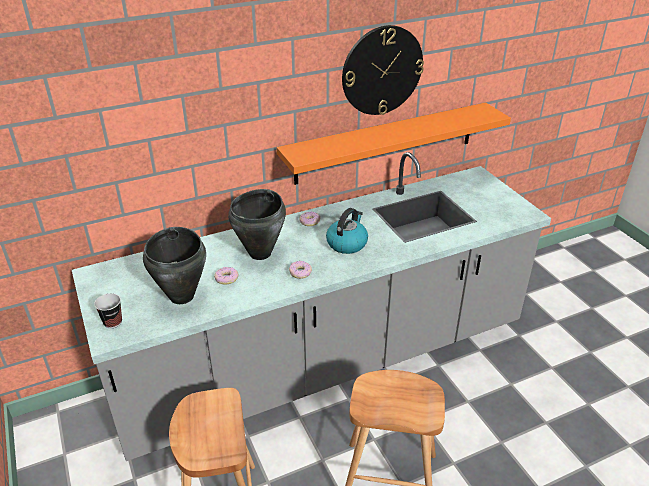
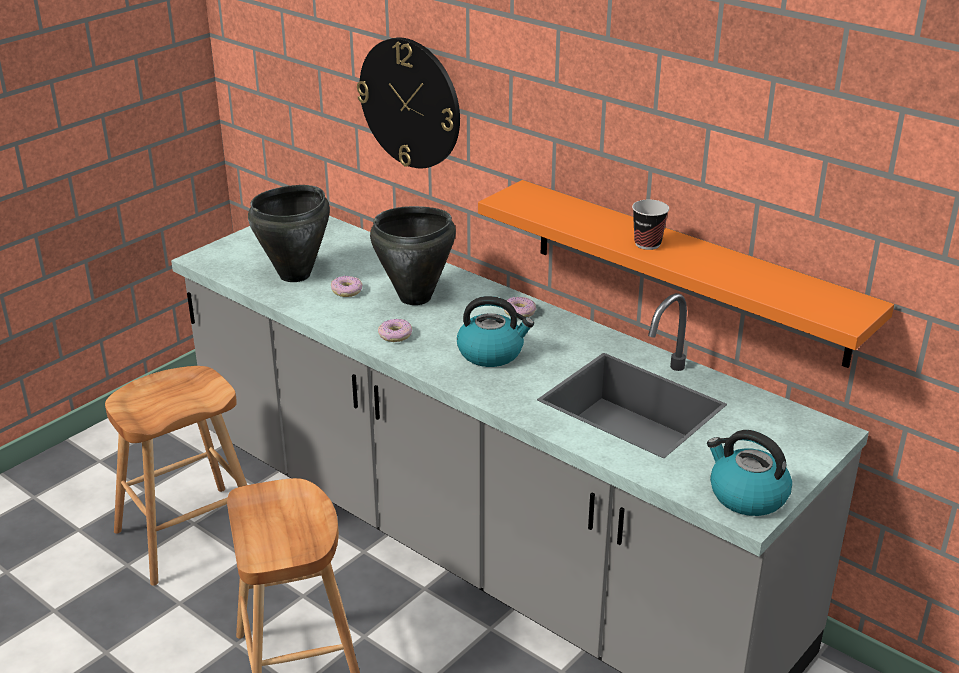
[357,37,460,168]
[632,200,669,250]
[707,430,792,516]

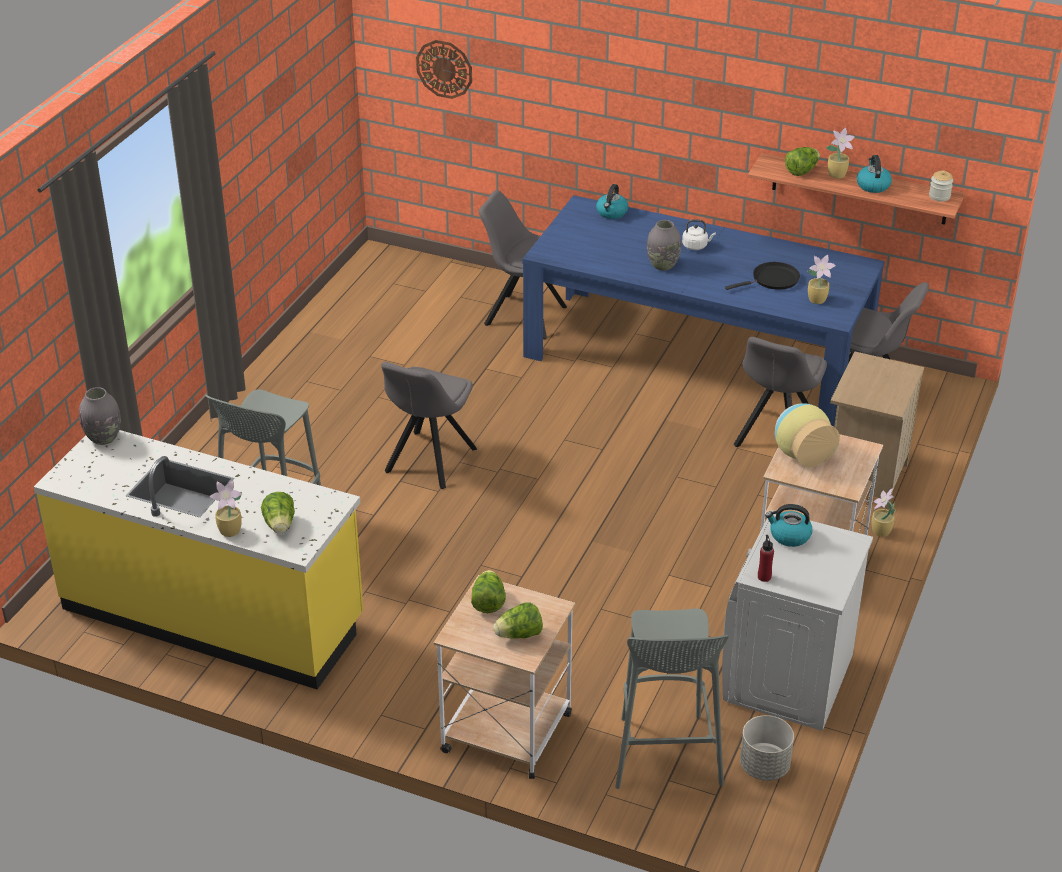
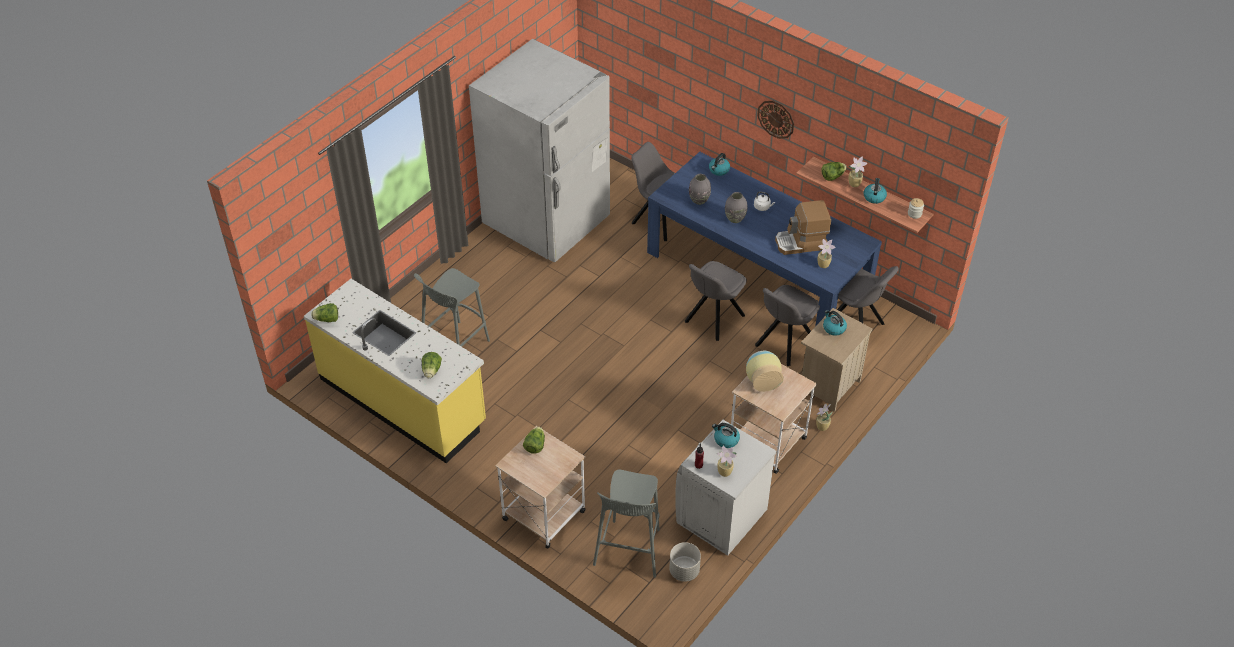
[311,303,338,322]
[469,39,610,262]
[685,261,747,341]
[689,174,711,205]
[717,446,737,477]
[757,101,794,139]
[775,200,831,255]
[823,310,847,336]

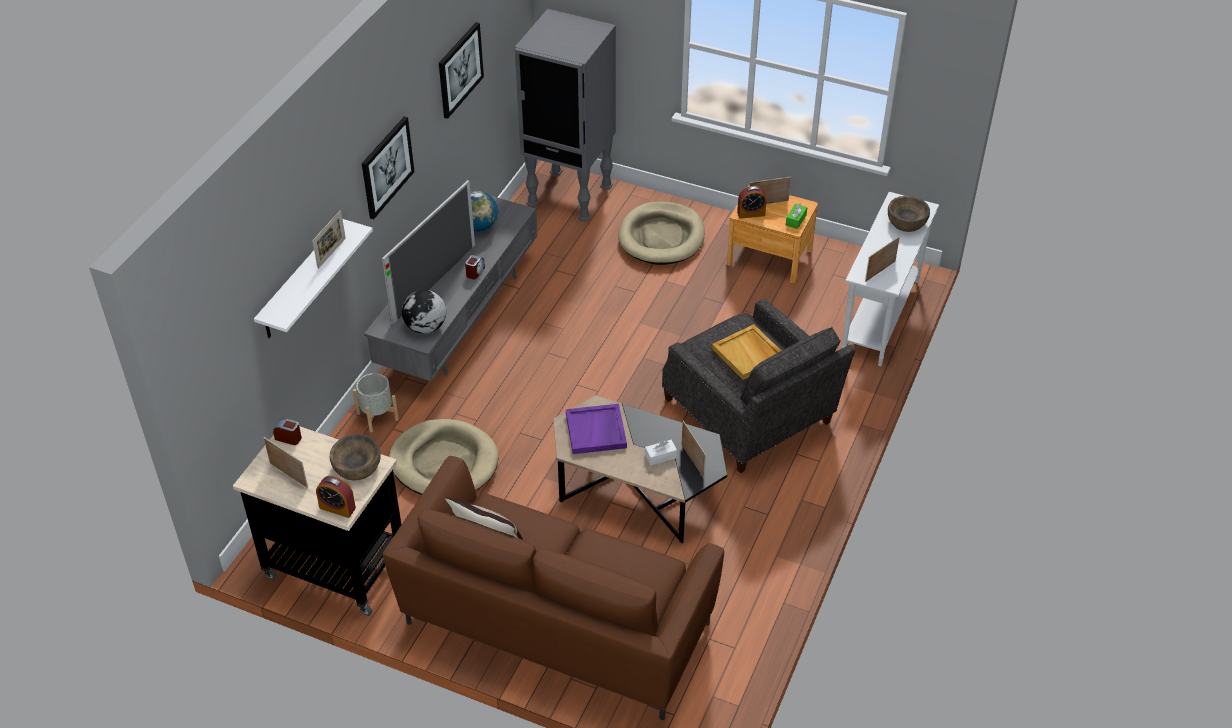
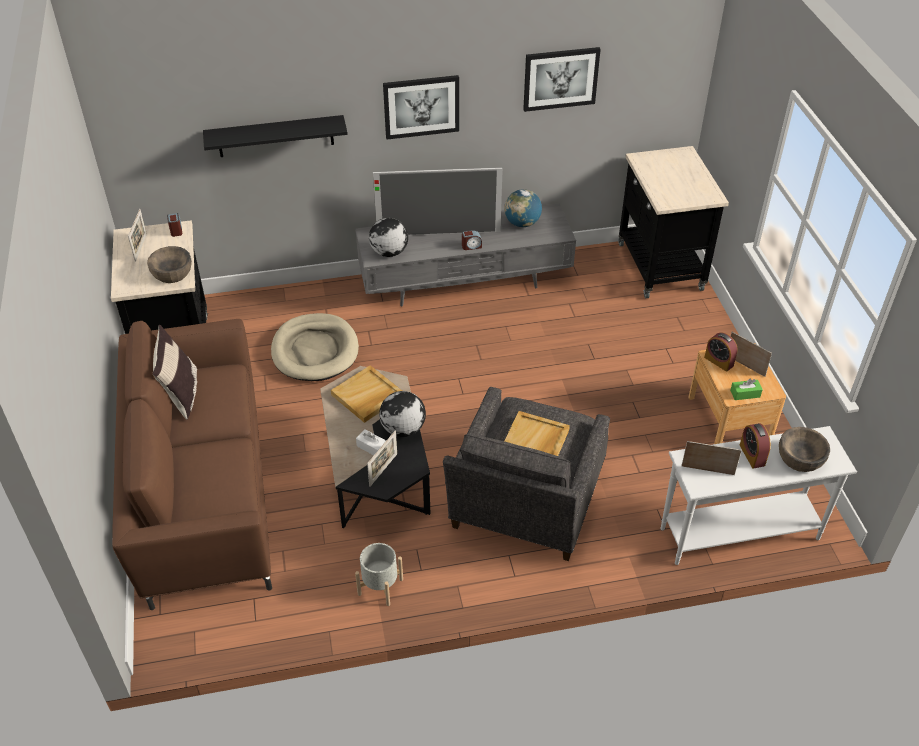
[203,115,348,157]
[331,365,402,423]
[355,543,403,606]
[379,391,426,437]
[618,146,729,298]
[740,423,771,468]
[312,210,346,269] (first image)
[618,202,705,265] (first image)

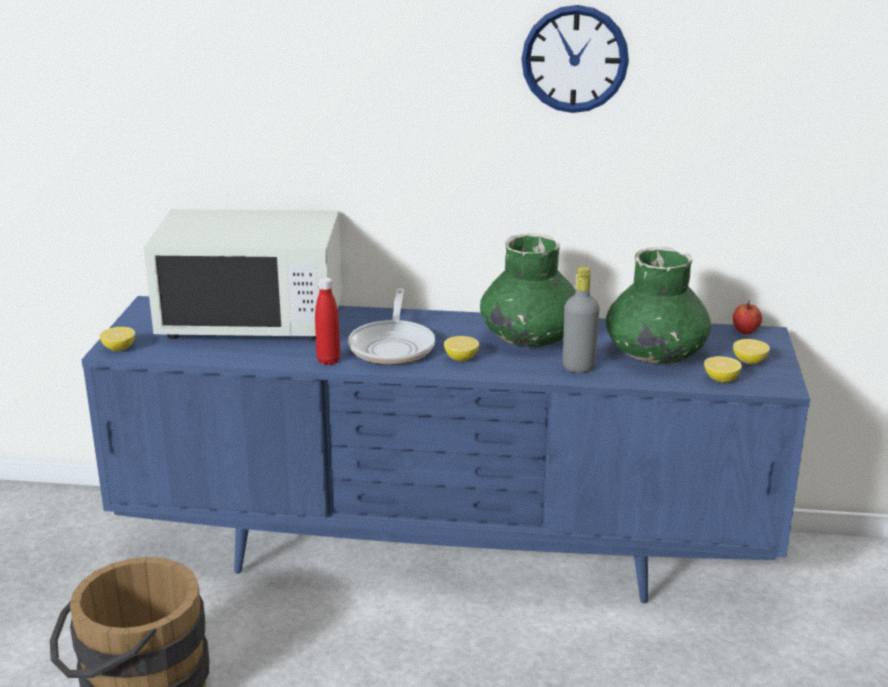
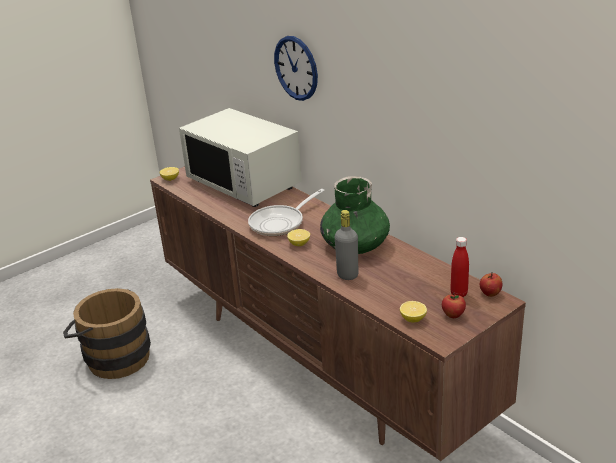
[150,166,526,461]
[274,36,318,101]
[442,293,466,318]
[450,237,469,297]
[606,247,711,364] (first image)

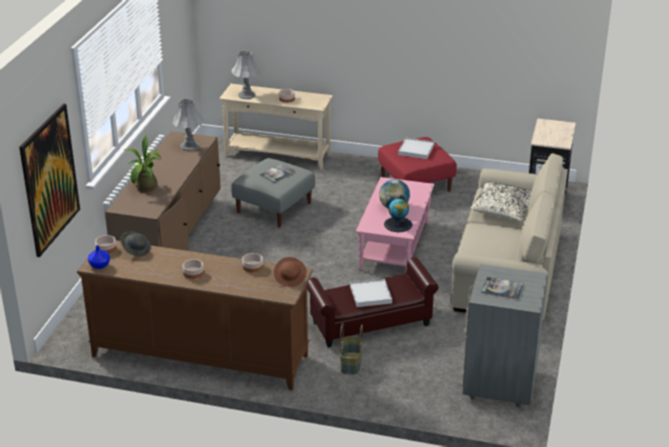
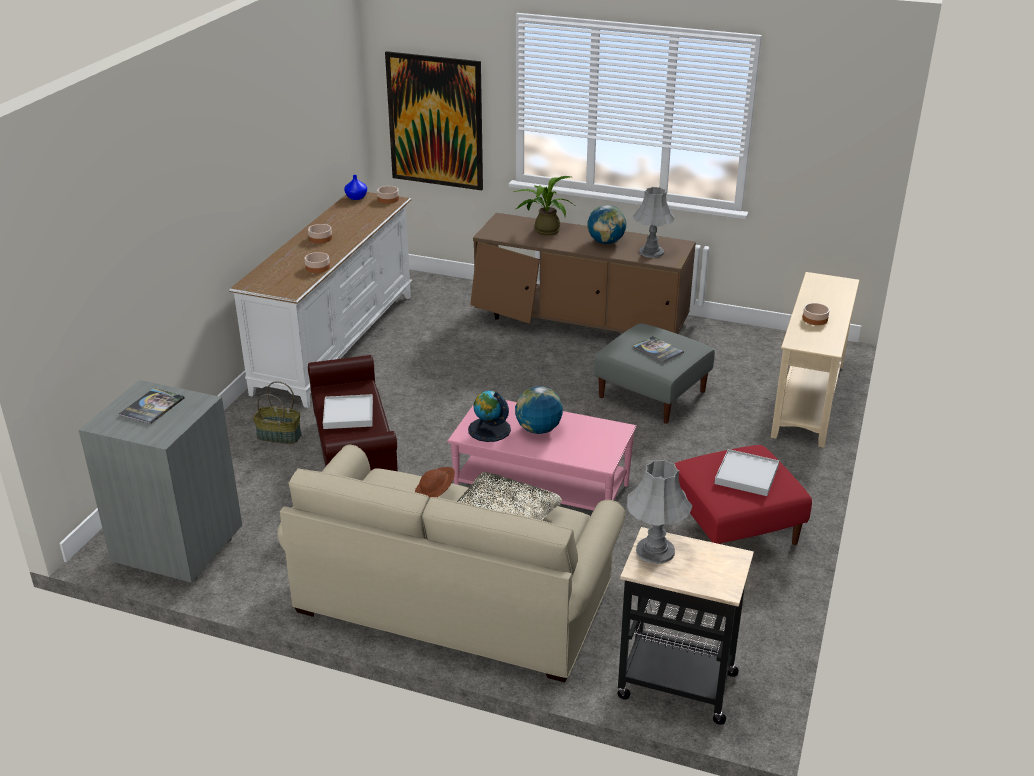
[229,192,412,408]
[415,467,455,498]
[588,205,626,244]
[627,460,693,564]
[120,231,151,256] (first image)

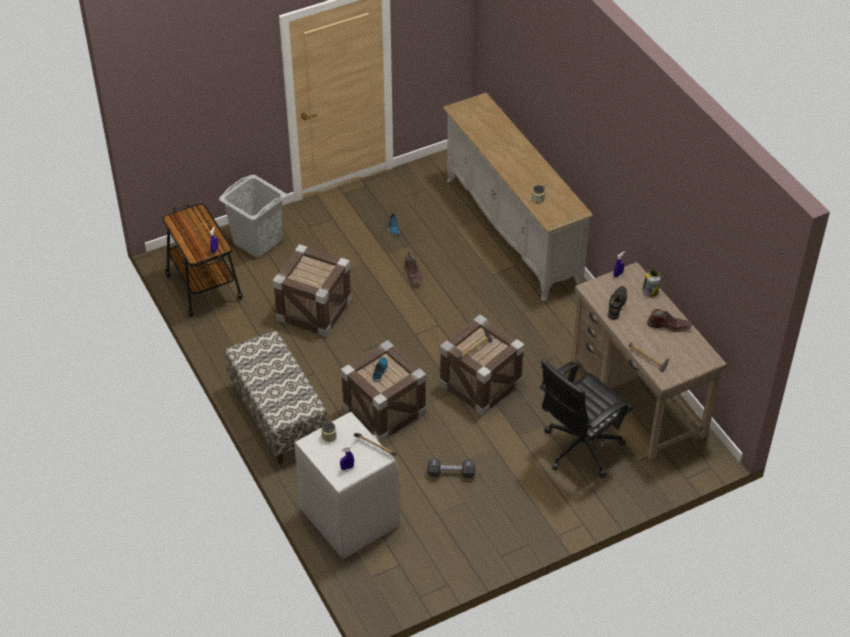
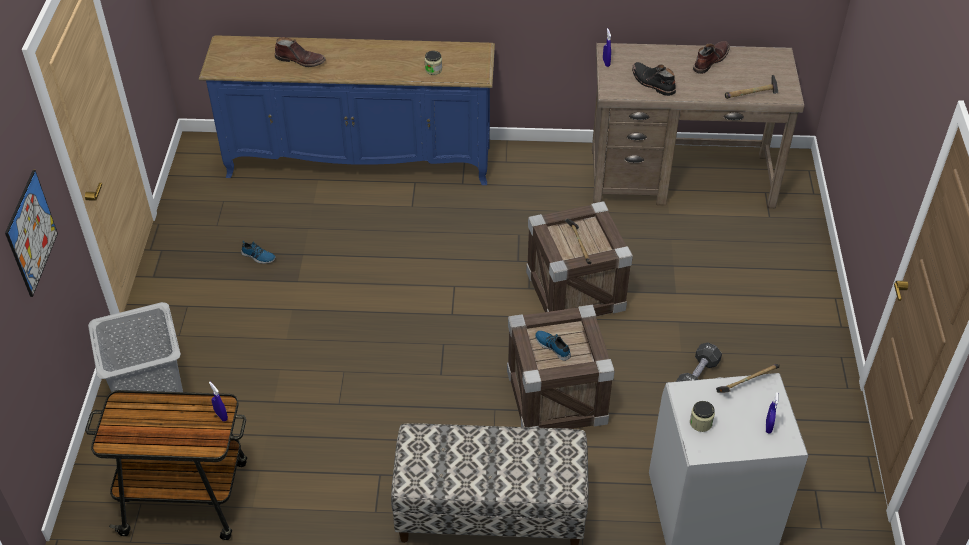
[5,169,58,297]
[199,35,495,185]
[275,37,326,67]
[272,244,352,337] (first image)
[539,359,633,478] (first image)
[642,270,662,297] (first image)

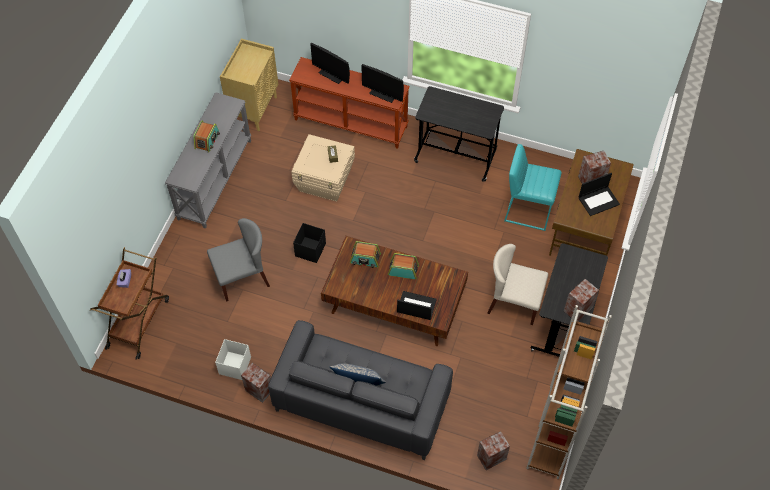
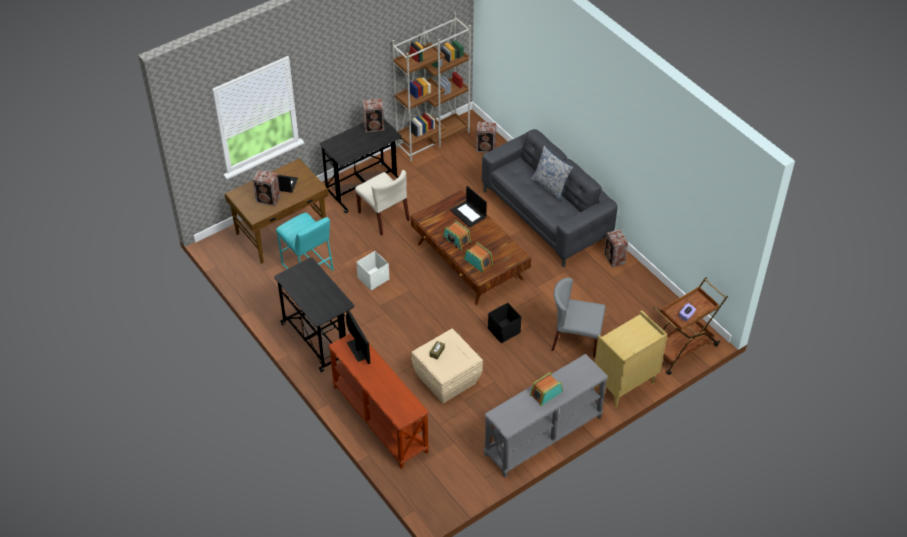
[356,251,389,290]
[595,310,667,408]
[310,43,350,84] (first image)

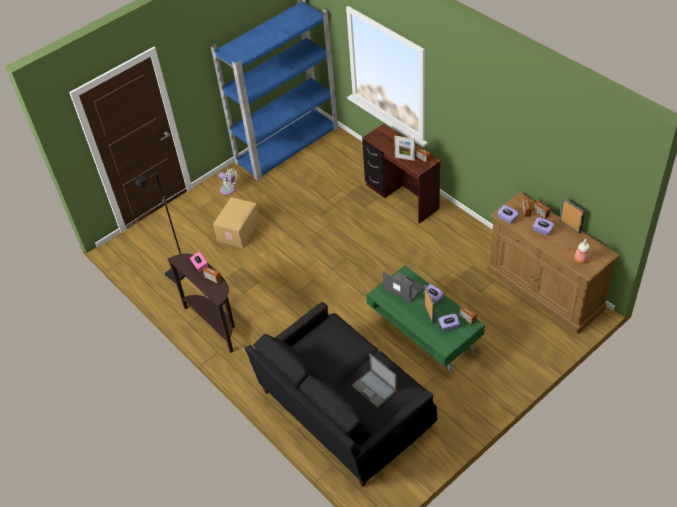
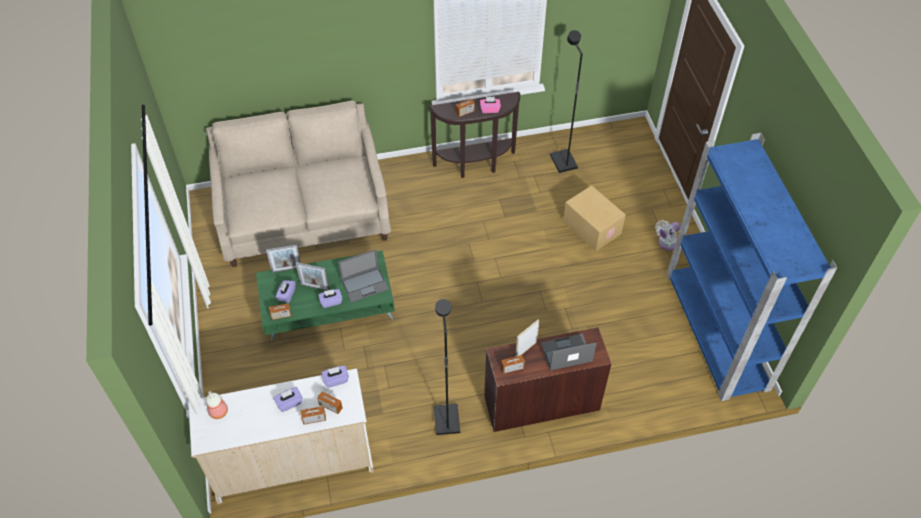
[188,368,374,505]
[206,101,391,267]
[266,245,301,273]
[434,299,460,435]
[541,334,597,371]

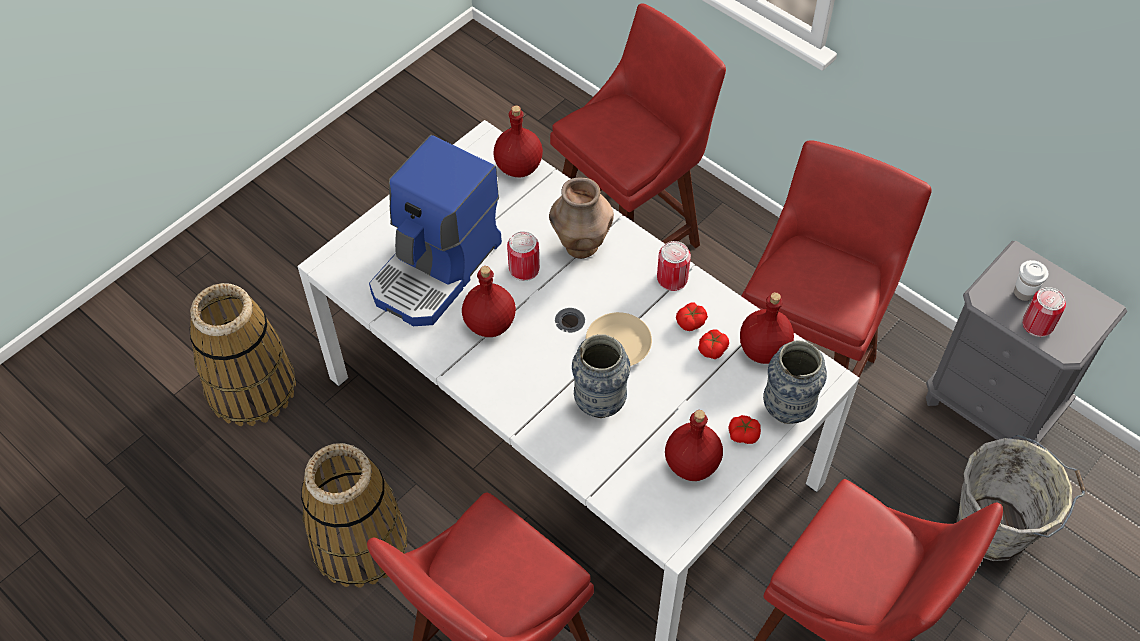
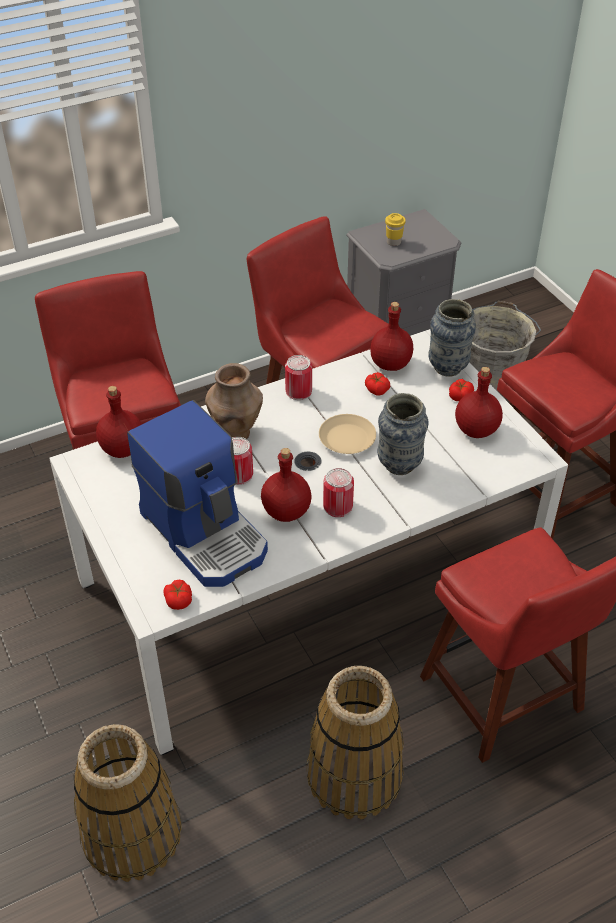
[164,580,192,610]
[323,468,354,517]
[385,213,406,246]

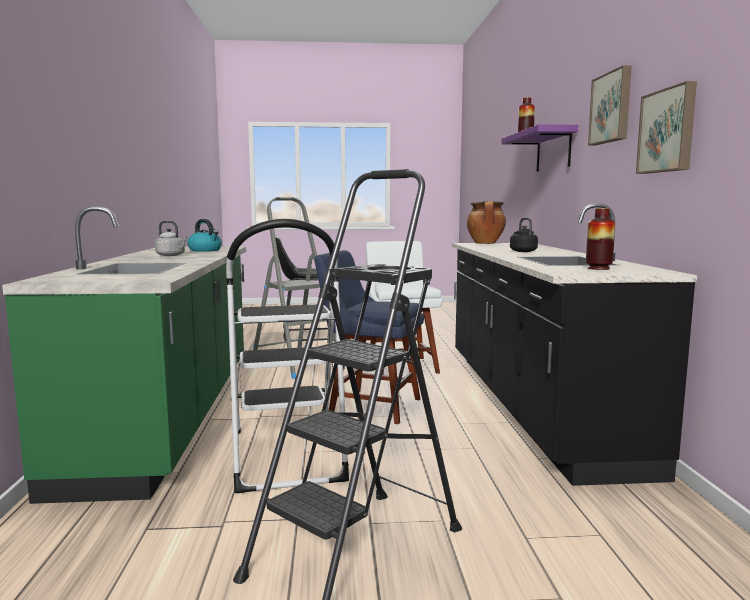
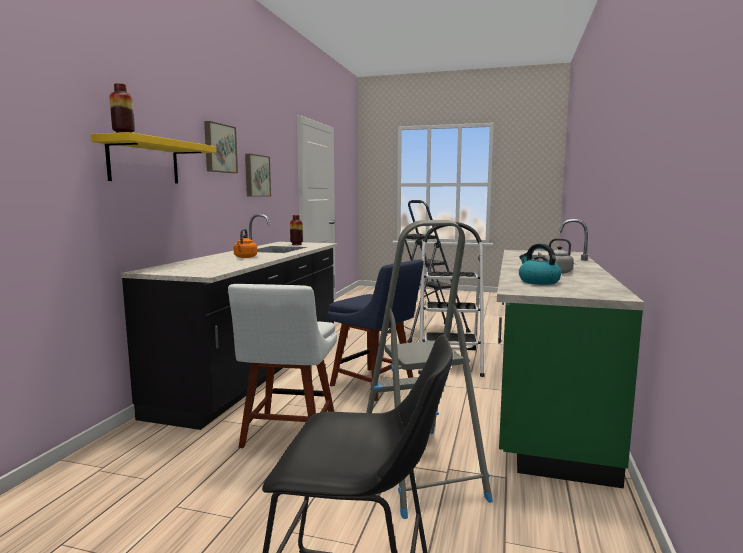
[91,132,216,183]
[234,229,257,258]
[467,201,506,244] (first image)

